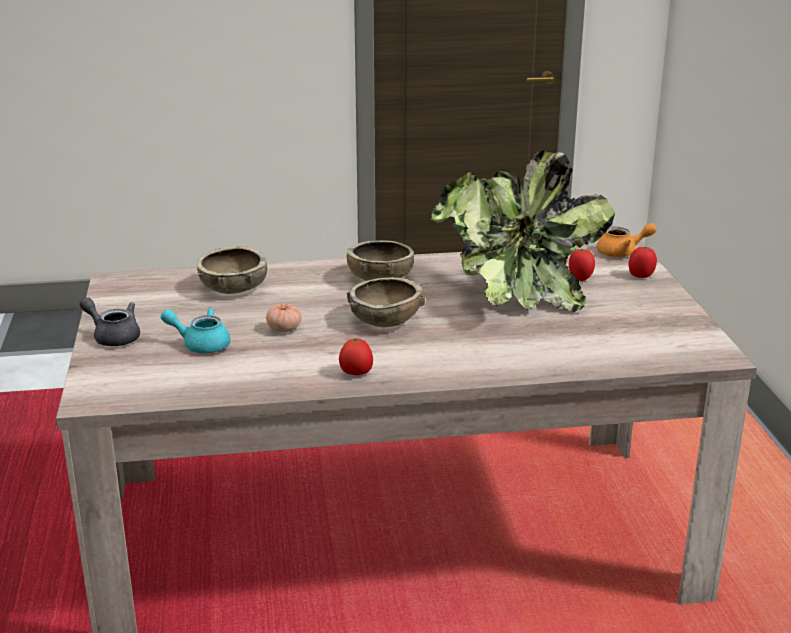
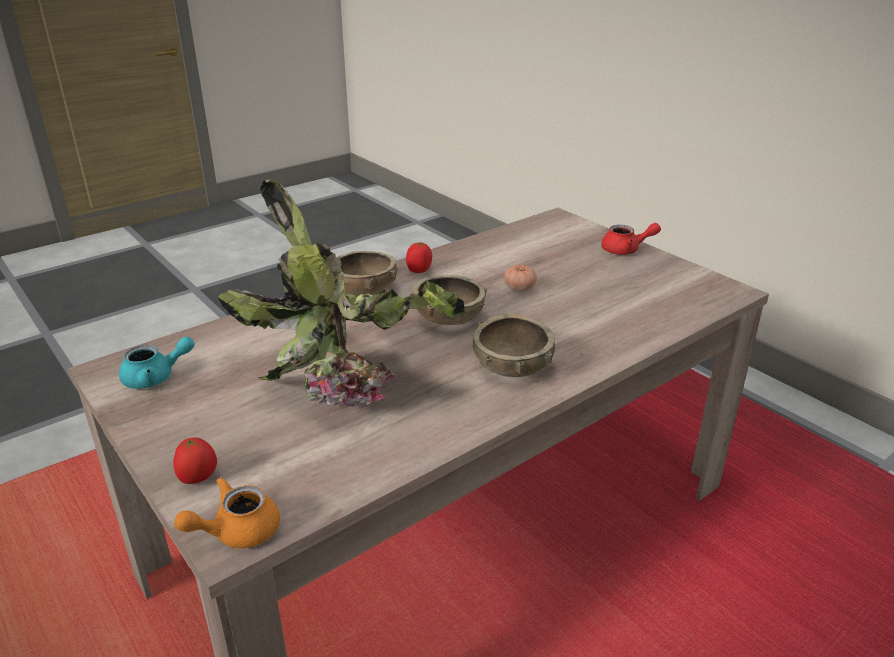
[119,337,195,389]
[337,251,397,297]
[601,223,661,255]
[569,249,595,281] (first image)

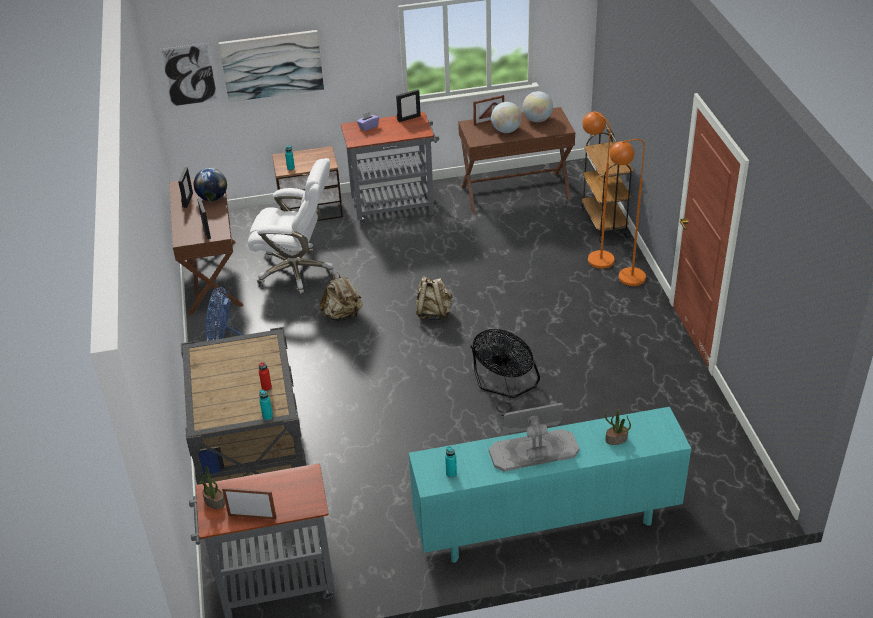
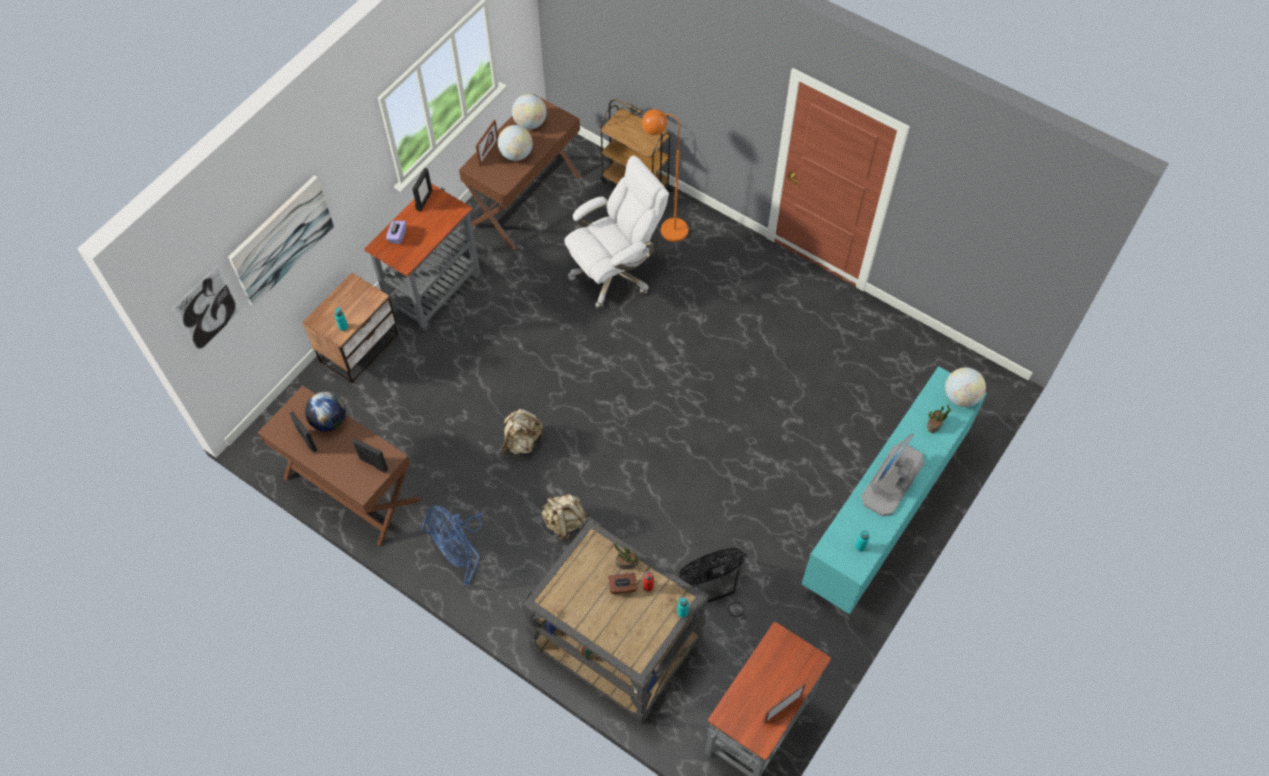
[542,494,590,540]
[565,155,669,309]
[608,573,637,594]
[615,543,639,569]
[679,548,748,620]
[945,367,986,407]
[610,139,646,286] (first image)

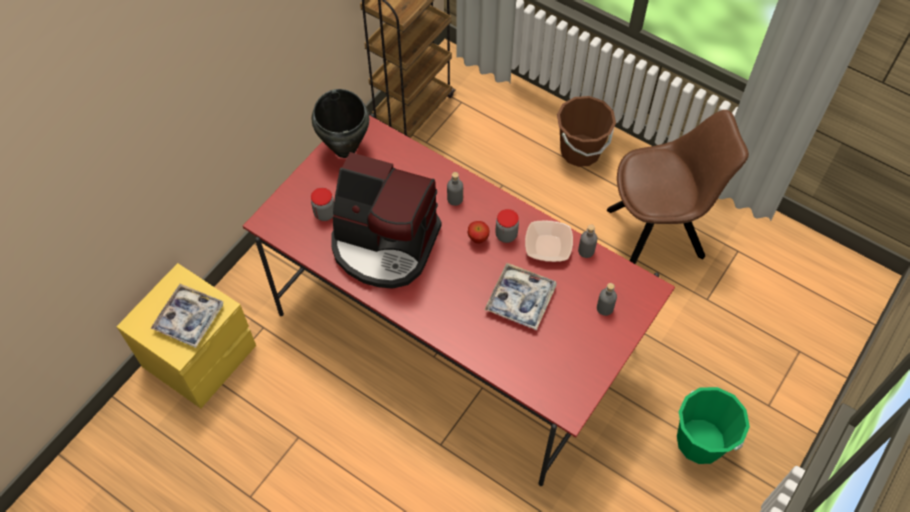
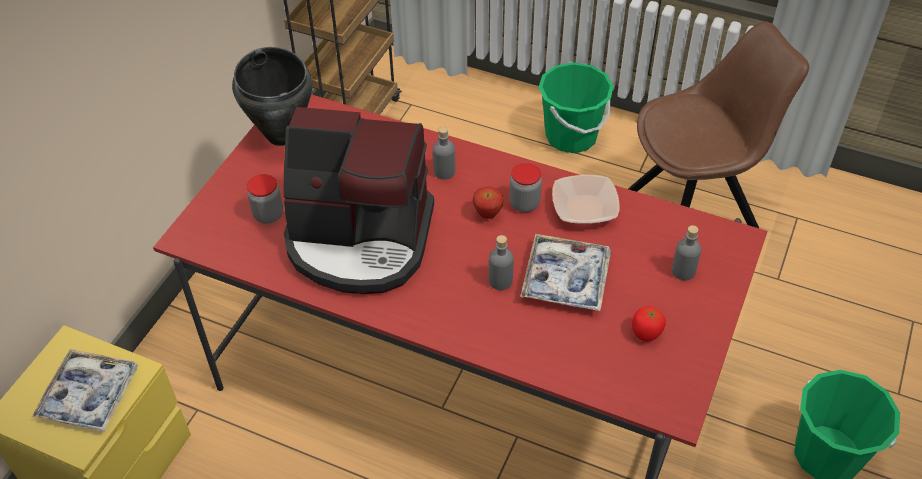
[489,235,514,290]
[538,62,614,153]
[632,306,666,342]

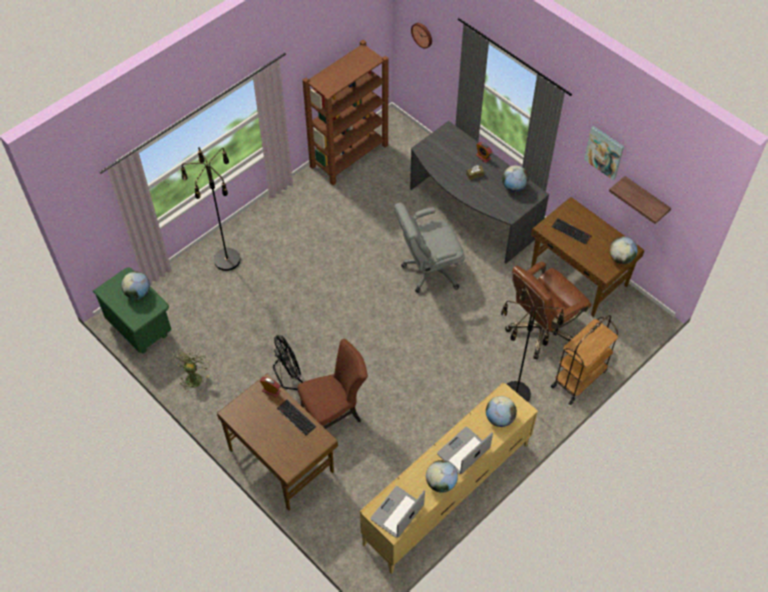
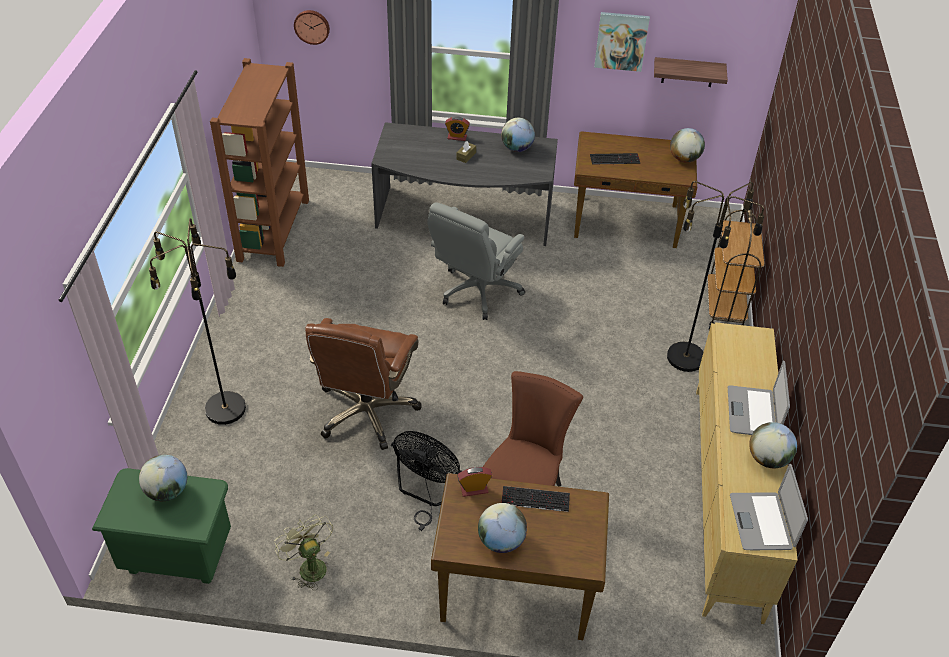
[305,318,422,450]
[478,503,527,553]

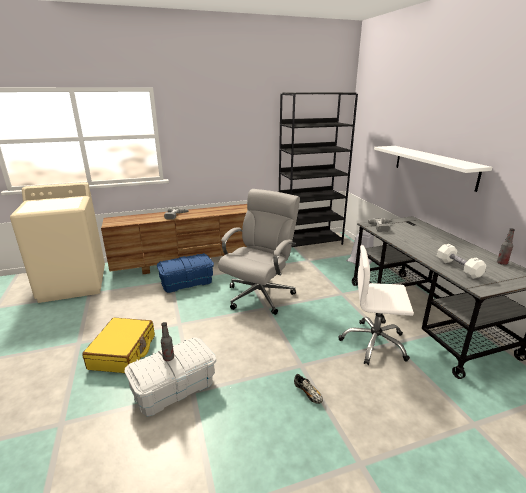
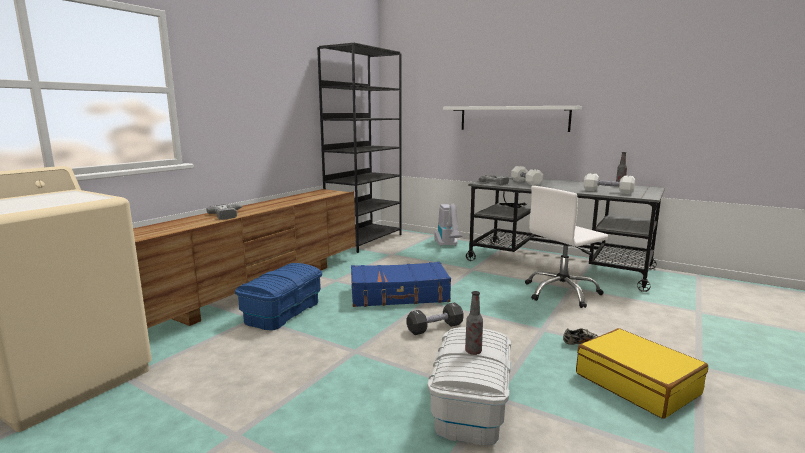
[351,262,451,307]
[407,302,464,335]
[511,166,543,186]
[576,328,708,419]

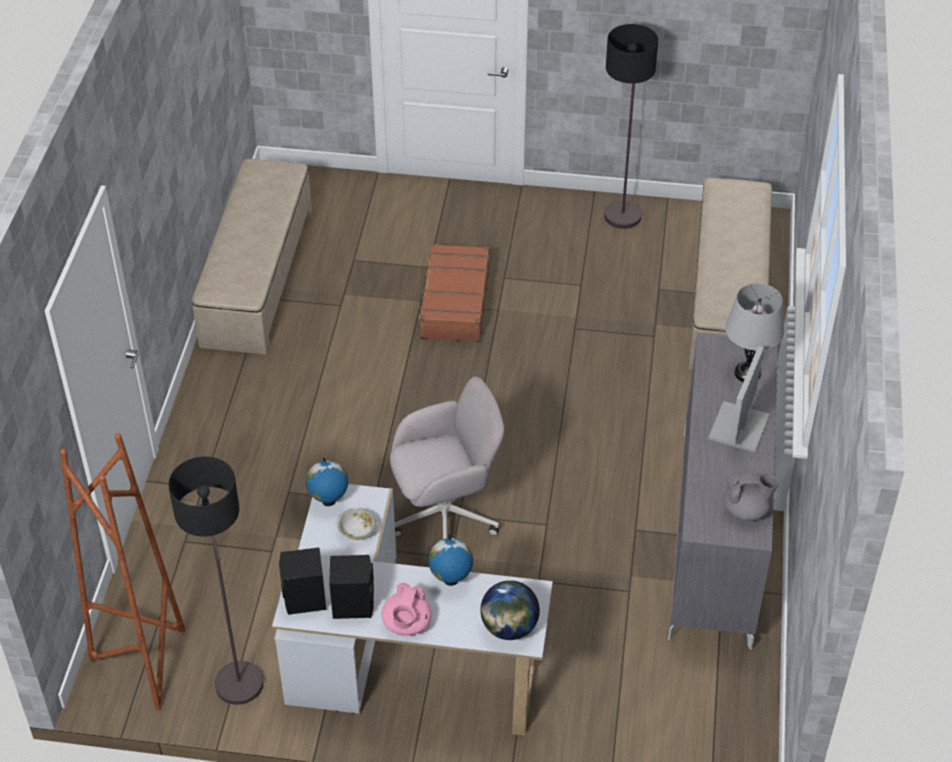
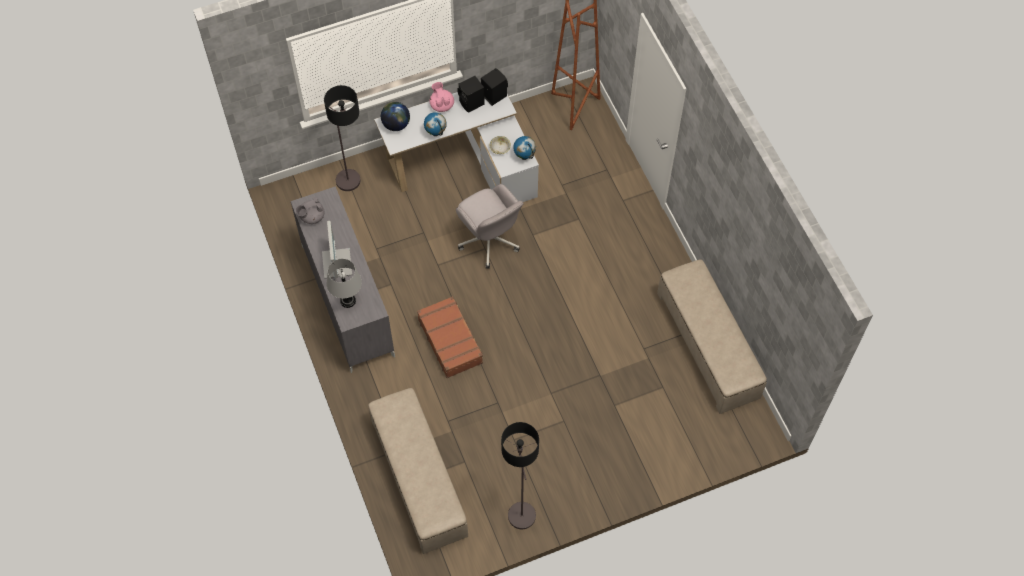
[324,85,361,191]
[417,296,483,378]
[456,184,524,269]

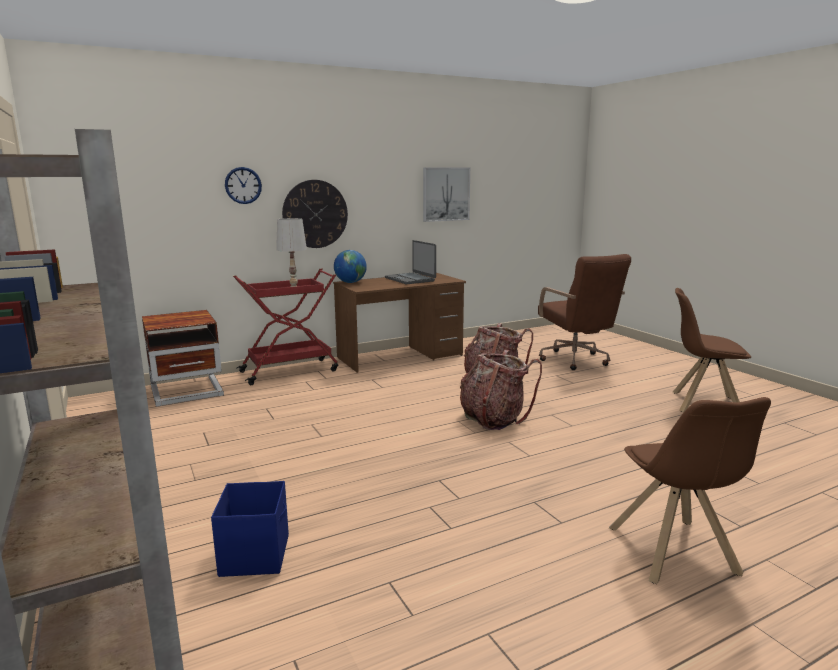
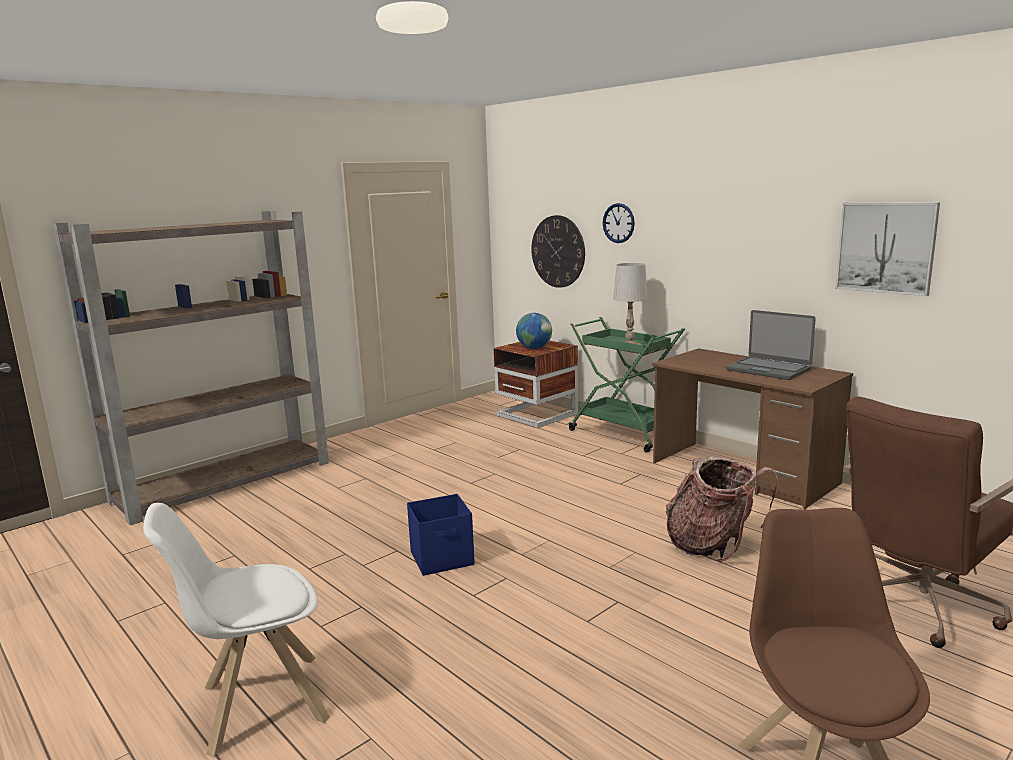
[143,503,330,757]
[407,494,475,576]
[516,313,552,349]
[531,215,585,288]
[568,317,685,453]
[726,310,816,380]
[460,350,542,430] (first image)

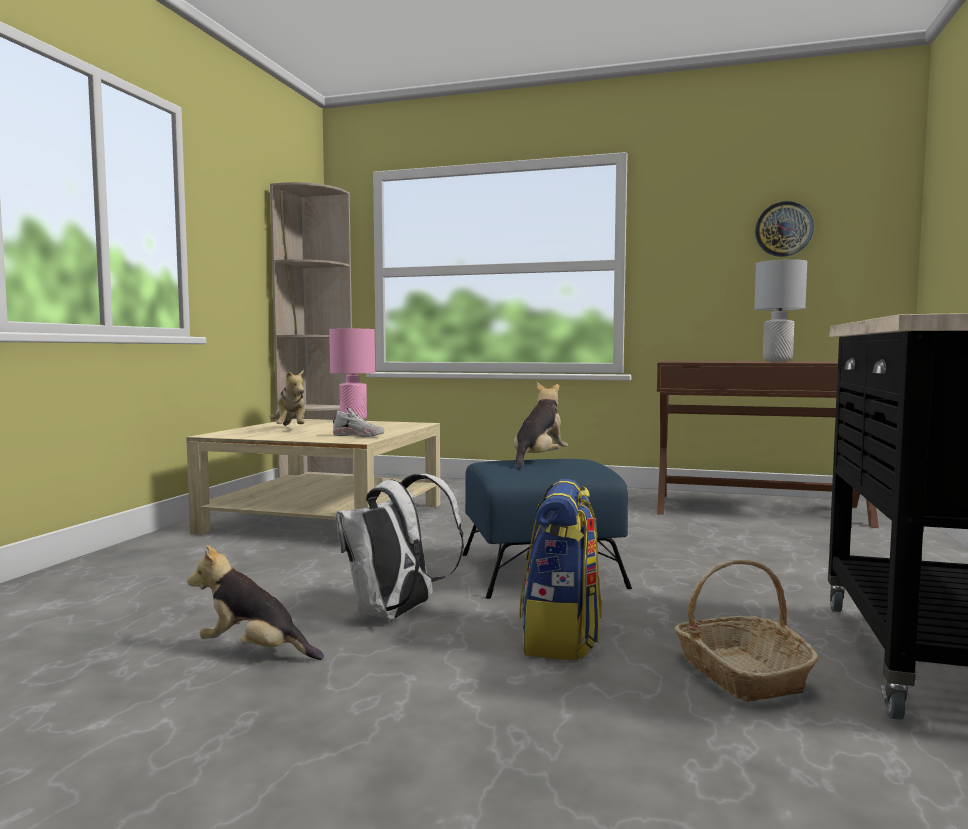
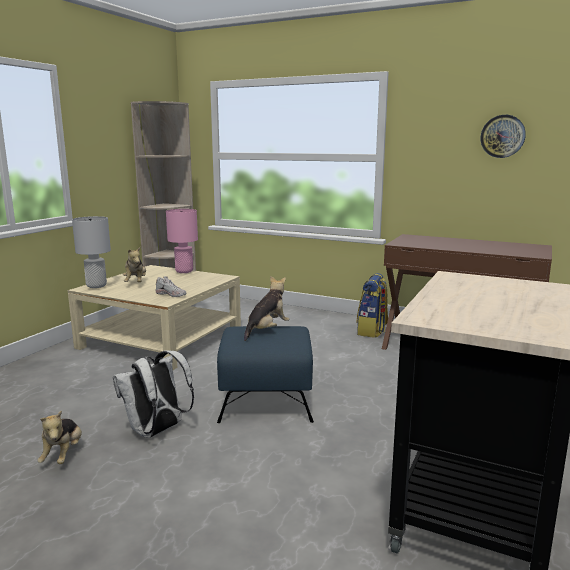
[37,410,82,464]
[72,216,111,288]
[357,273,388,338]
[674,559,819,702] (first image)

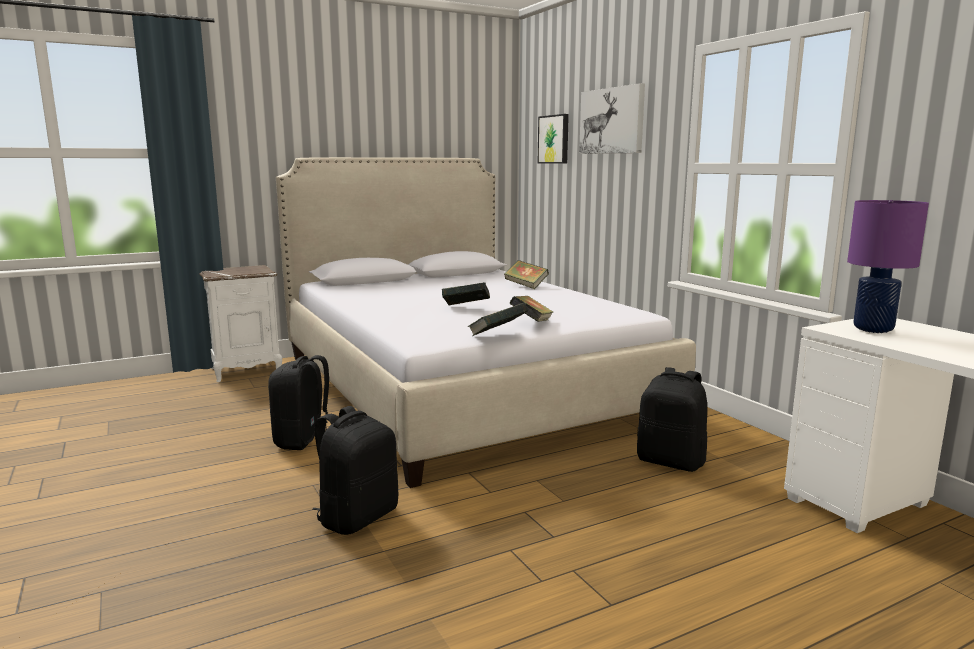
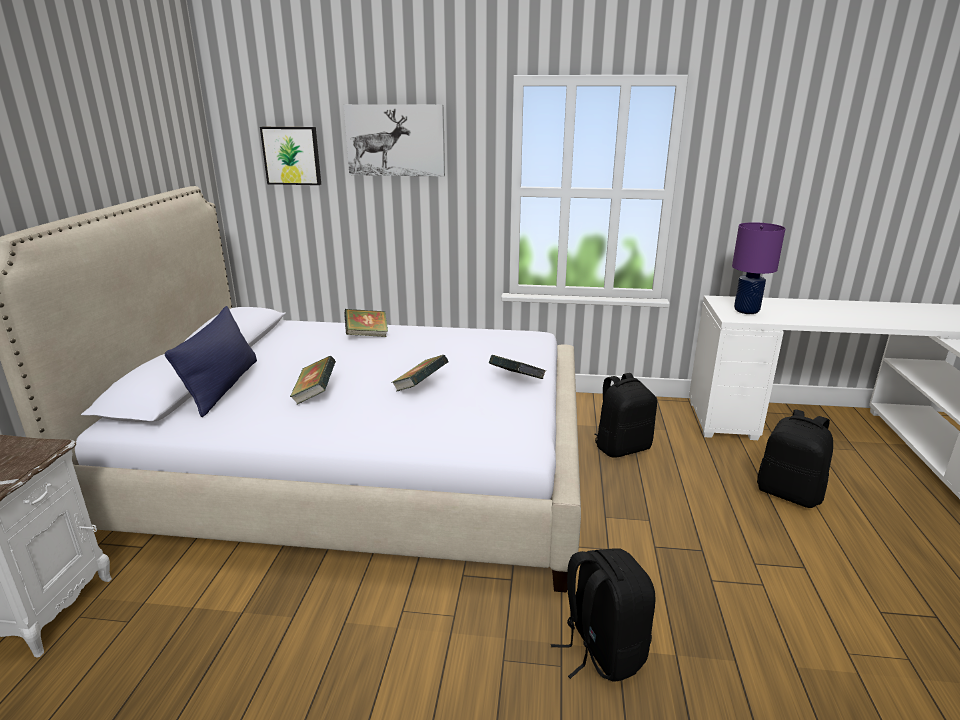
[165,306,257,417]
[290,356,336,404]
[757,409,833,508]

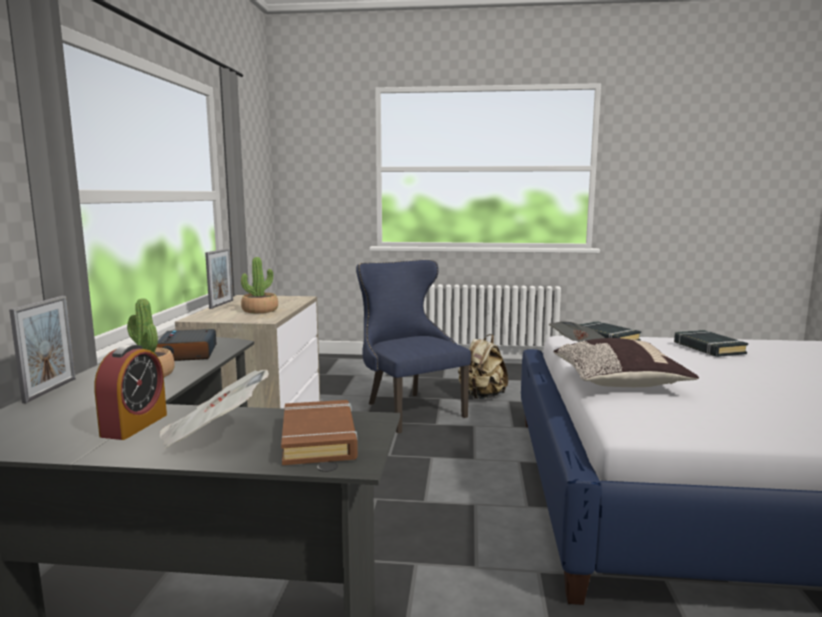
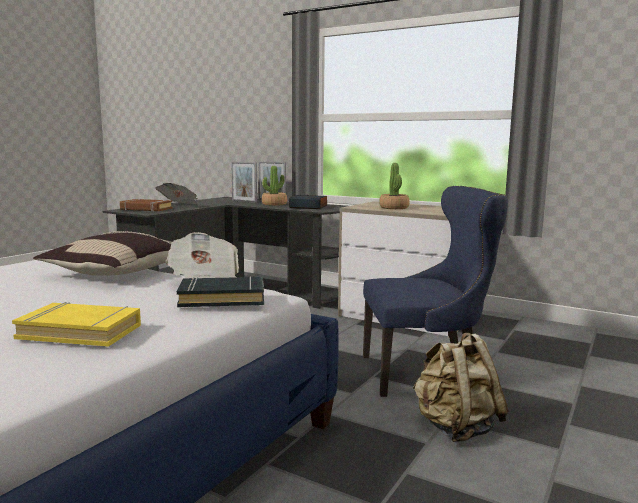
[12,302,141,347]
[231,162,257,203]
[94,344,167,440] (first image)

